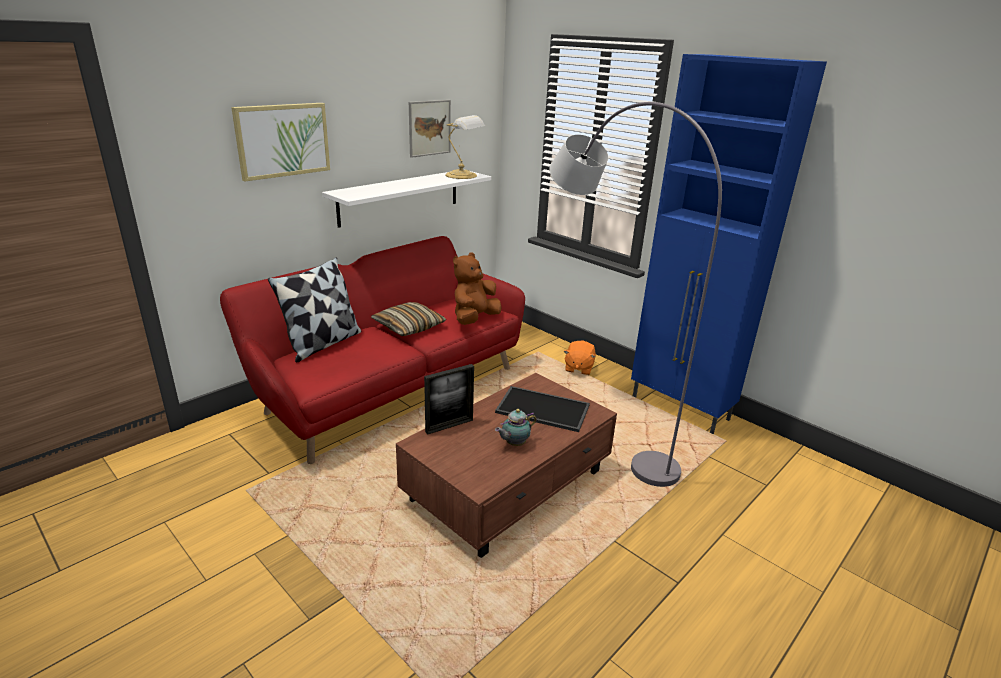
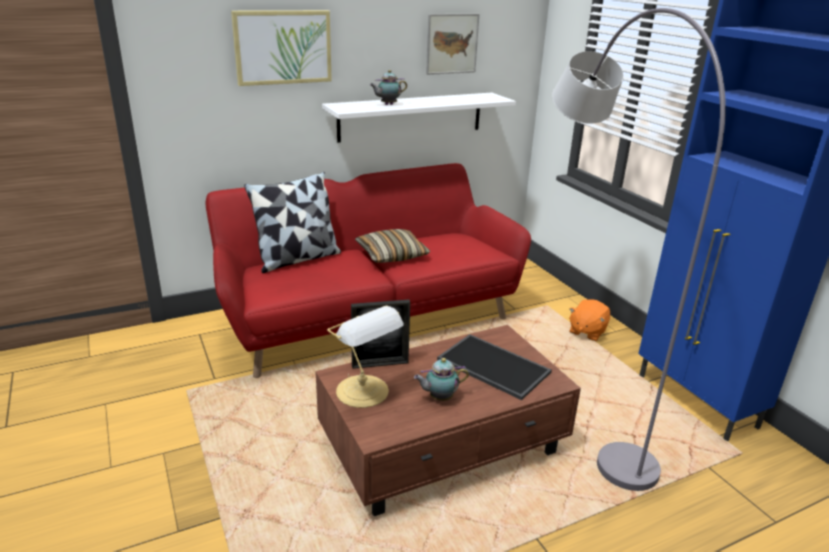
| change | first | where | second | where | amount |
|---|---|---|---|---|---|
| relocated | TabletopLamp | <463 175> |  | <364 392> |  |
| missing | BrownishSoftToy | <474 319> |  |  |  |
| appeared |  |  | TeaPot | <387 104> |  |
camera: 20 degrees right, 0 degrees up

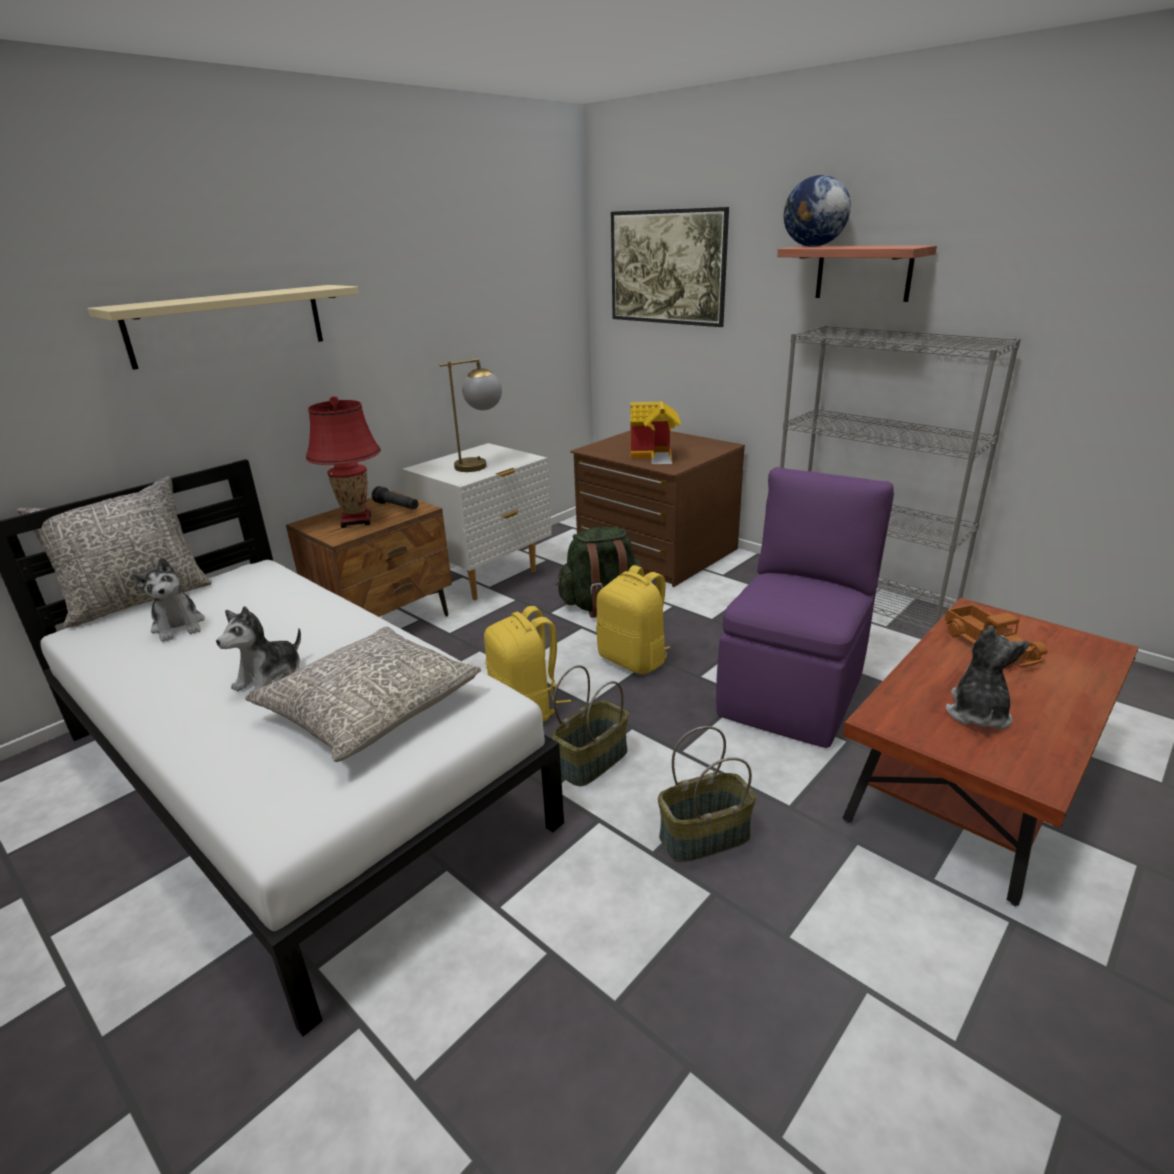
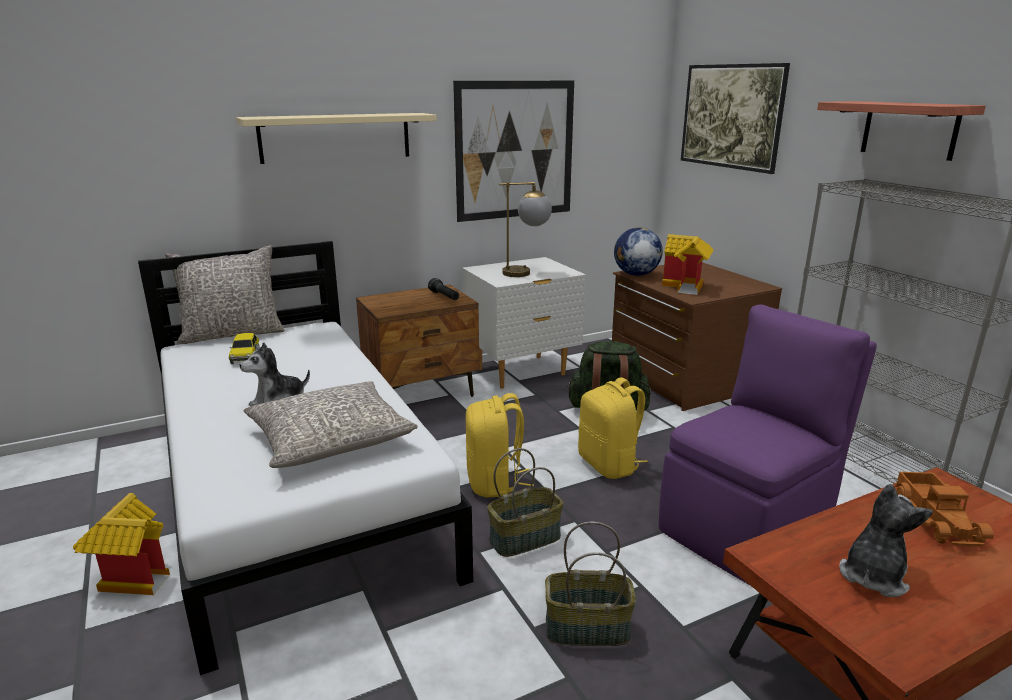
| change | first | where | second | where | amount |
|---|---|---|---|---|---|
| exchanged | SoftToy | <179 626> | ToyCar | <245 356> |  |
| missing | RedColouredTabletopLamp | <356 521> |  |  |  |
| relocated | Globe | <812 246> |  | <636 274> |  |
| appeared |  |  | ToyHouse | <131 576> |  |
| appeared |  |  | Picture | <515 150> |  |
camera: 20 degrees right, 5 degrees down

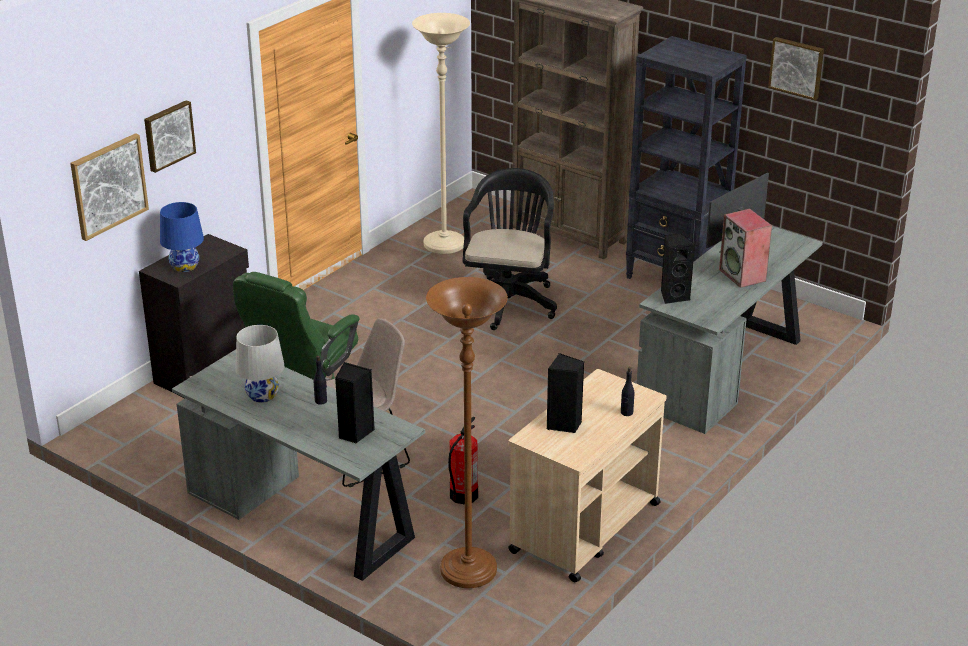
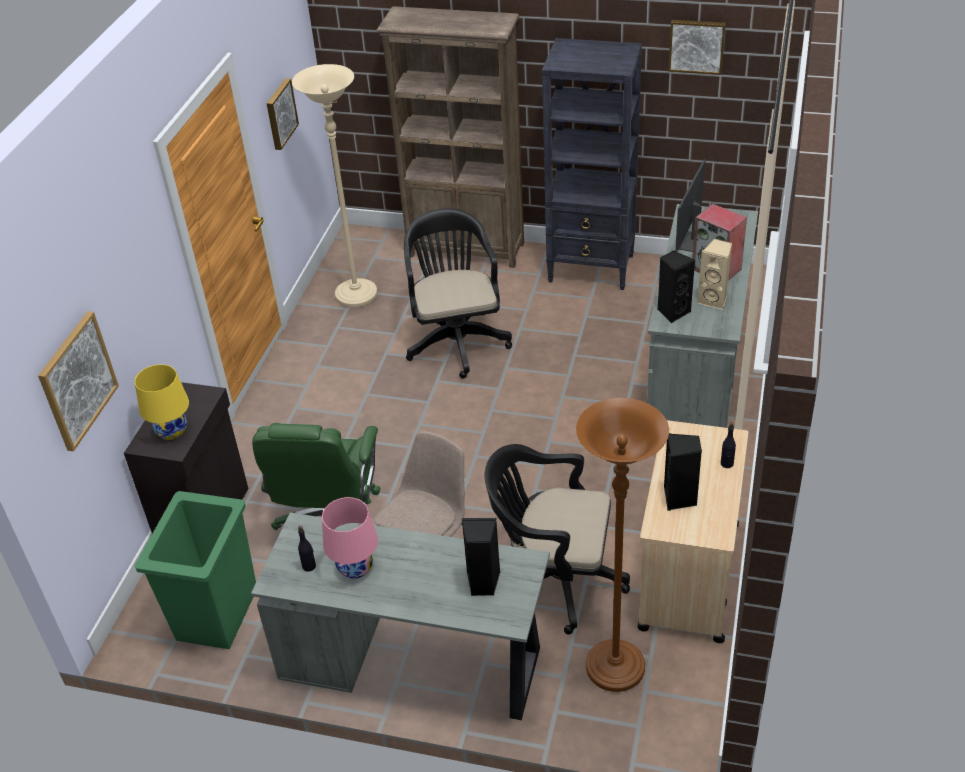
| change | first | where | second | where | amount |
|---|---|---|---|---|---|
| relocated | Picture | <168 135> |  | <280 113> |  |
| colour | BlueColouredTabletopLamp | <185 266> | YellowColouredTabletopLamp | <172 431> |  |
| colour | WhitishTabletopLamp | <262 395> | PinkTabletopLamp | <355 568> |  |
| relocated | BlackishBottle | <321 401> |  | <309 566> |  |
| exchanged | FireExtinguisher | <463 495> | BlackishComputerChair | <554 580> |  |
| appeared |  |  | GreenTrashCan | <216 615> |  |
| appeared |  |  | BeigeAudioSpeaker | <714 300> |  |
camera: 20 degrees left, 10 degrees up

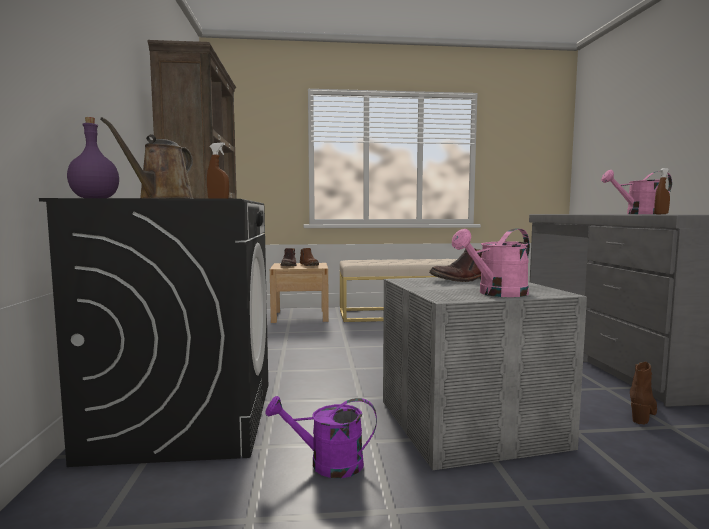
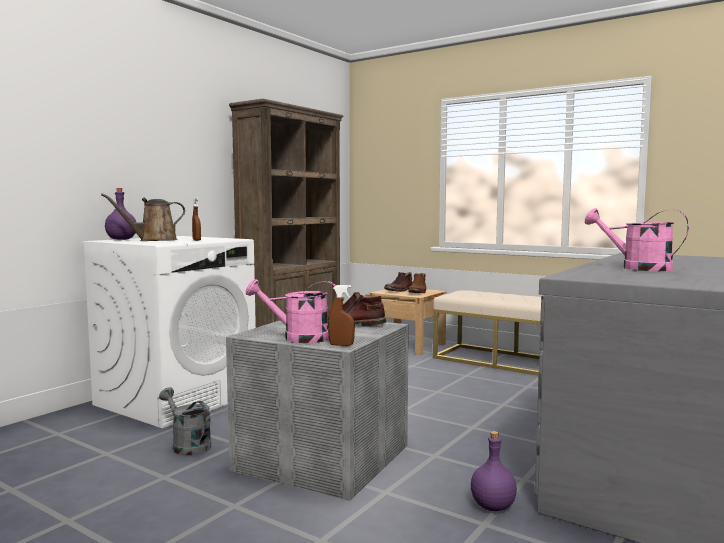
| change | first | where | second | where | amount |
|---|---|---|---|---|---|
| colour | BlackishLaundryMachine | <186 419> | WhitishLaundryMachine | <177 399> |  |
| colour | PurplishWateringCan | <327 464> | GrayWateringCan | <187 445> |  |
| exchanged | BrownishHighTopBoot | <642 413> | PurplishBottle | <492 506> |  |
| relocated | BrownishSprayBottle | <661 214> |  | <341 345> |  |
camera: 40 degrees right, 0 degrees up

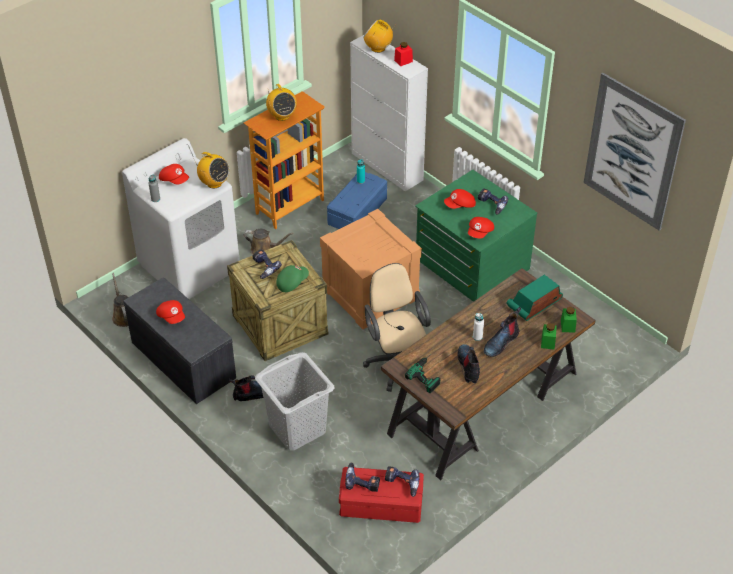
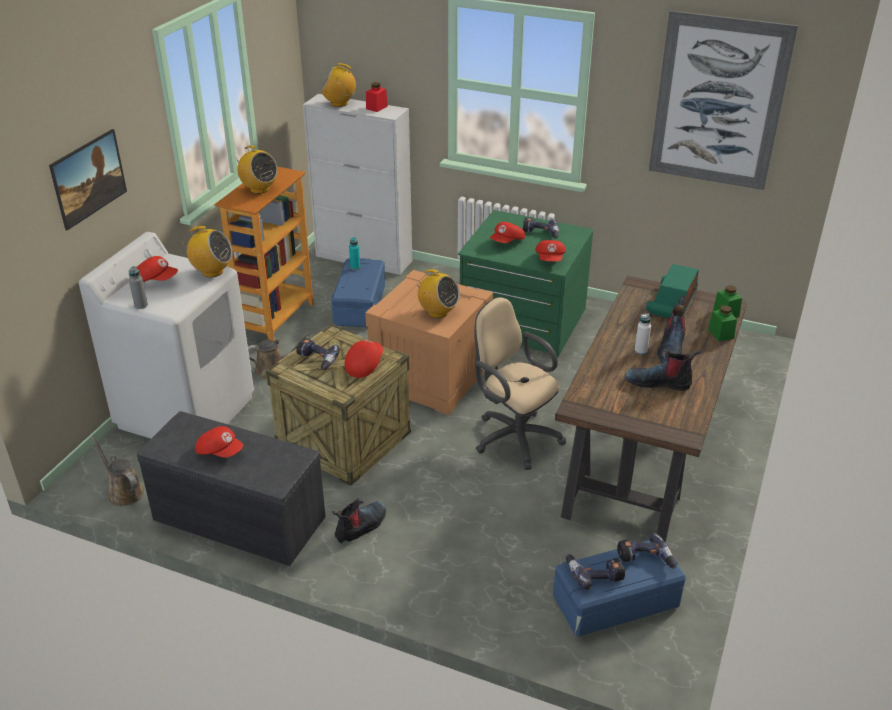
| change | first | where | second | where | amount |
|---|---|---|---|---|---|
| missing | GrayWashingBasket | <297 429> |  |  |  |
| colour | GreenPeakedCap | <292 282> | RedColouredPeakedCap | <364 365> |  |
| colour | RedColouredStorageBin | <380 504> | BlueColouredStorageBin | <615 602> |  |
| missing | ElectricDrill | <428 374> |  |  |  |
| spun | HighTopBoot | <469 367> |  | <659 382> | 45 degrees counterclockwise |
| appeared |  |  | Picture | <92 194> |  |
| appeared |  |  | Radio | <438 312> |  |
camera: 25 degrees left, 10 degrees down

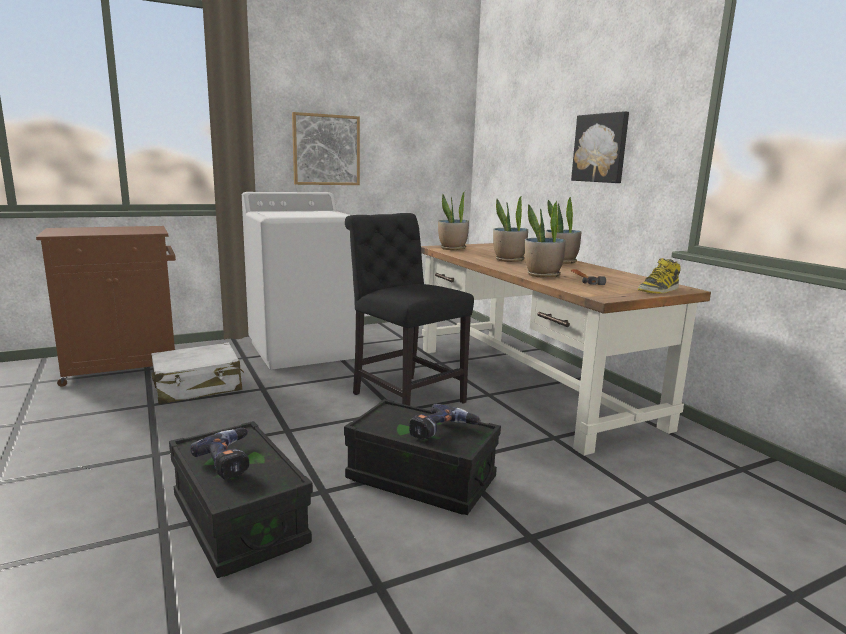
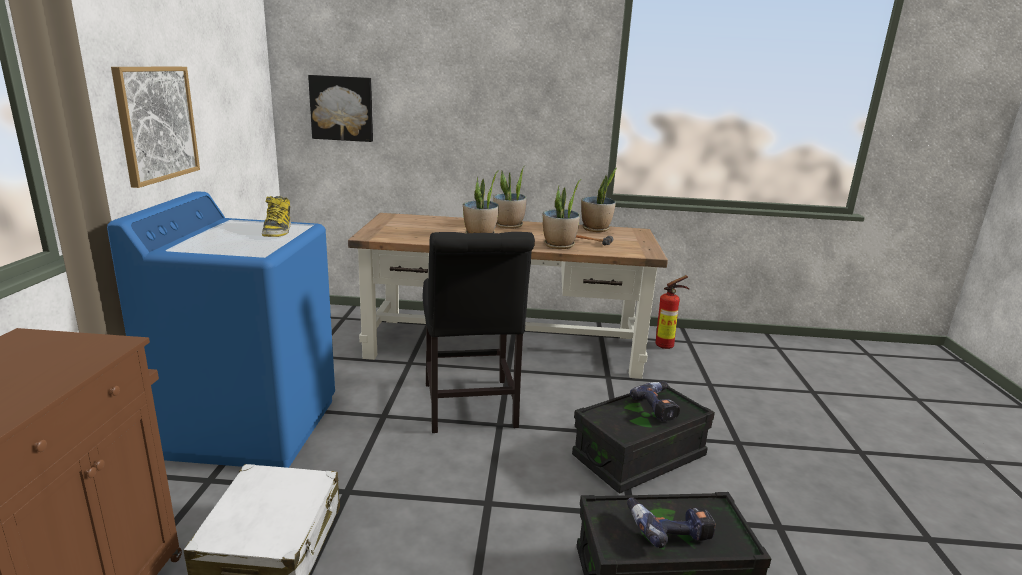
| change | first | where | second | where | amount |
|---|---|---|---|---|---|
| colour | WhitishLaundryMachine | <304 350> | BlueColouredLaundryMachine | <251 426> |  |
| spun | BlackishPlainChair | <404 396> |  | <470 409> | 90 degrees counterclockwise |
| relocated | Houseplant | <452 249> |  | <596 229> |  |
| relocated | Picture | <601 148> |  | <342 108> |  |
| relocated | HighTopBoot | <658 290> |  | <277 231> |  |
| appeared |  |  | FireExtinguisher | <667 346> |  |
camera: 60 degrees left, 5 degrees up

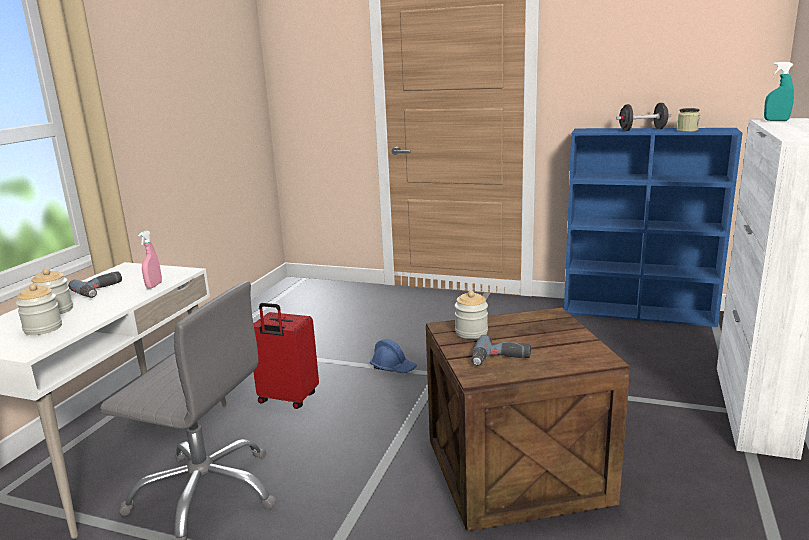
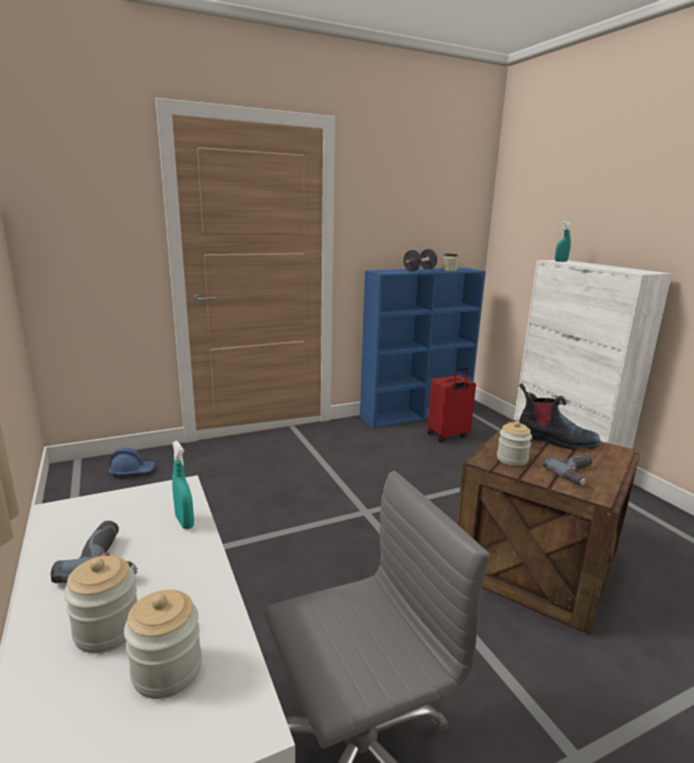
| change | first | where | second | where | amount |
|---|---|---|---|---|---|
| colour | PinkSprayBottle | <154 286> | BlueGreenSprayBottle | <184 522> |  |
| relocated | RedColouredTravelCase | <287 399> |  | <448 436> |  |
| relocated | BlueColouredWorkHelmet | <393 368> |  | <132 471> |  |
| appeared |  |  | HighTopBoot | <555 440> |  |
camera: 45 degrees left, 0 degrees up

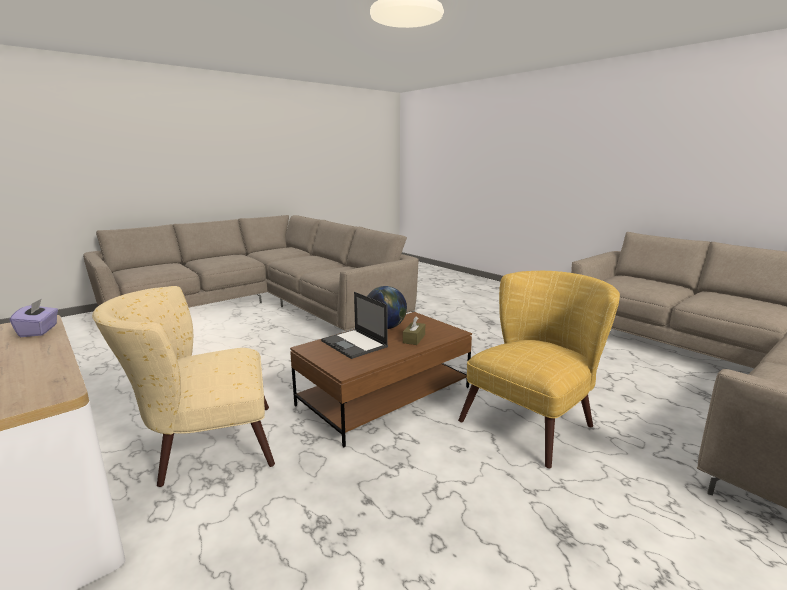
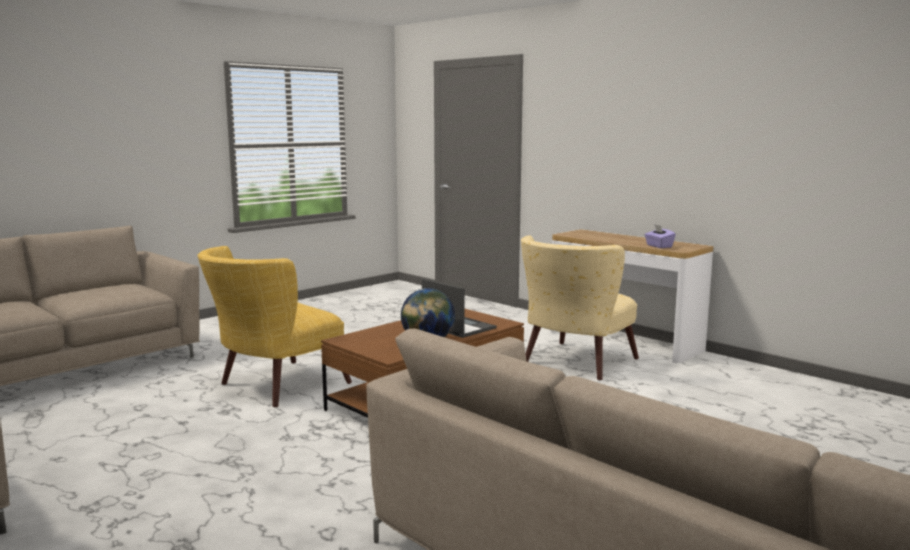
| change | first | where | second | where | amount |
|---|---|---|---|---|---|
| spun | BeigeArmchair | <203 445> |  | <573 364> | 150 degrees clockwise |
| missing | BrownishBoxOfTissues | <414 339> |  |  |  |
camera: 175 degrees right, 5 degrees down

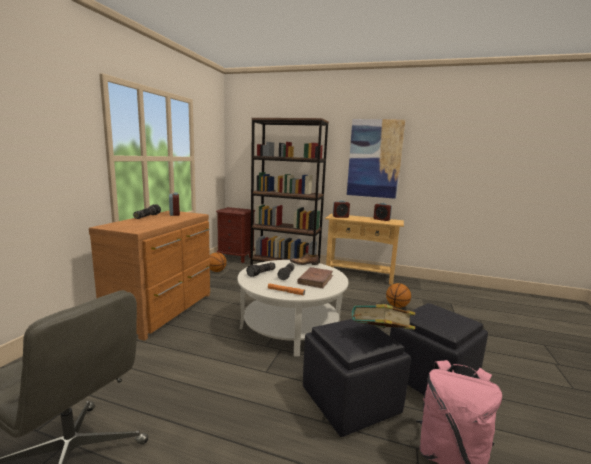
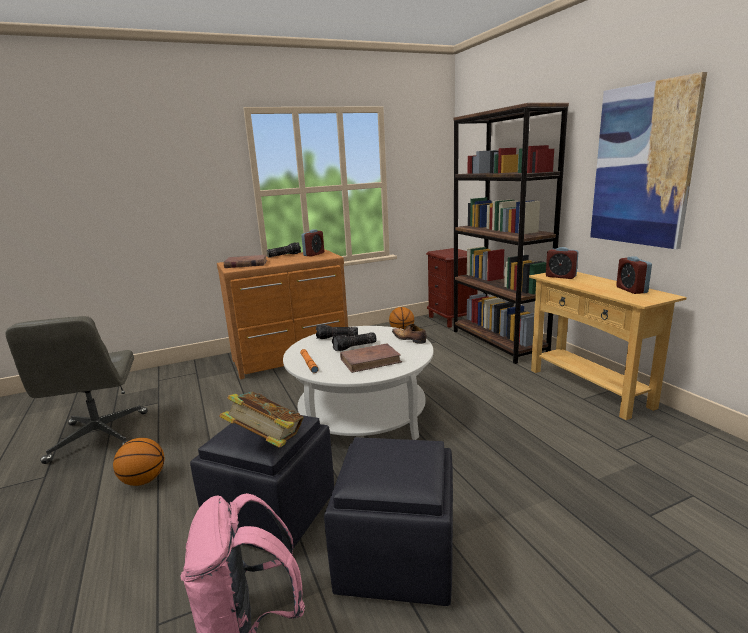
| change | first | where | second | where | amount |
|---|---|---|---|---|---|
| relocated | Basketball | <397 306> |  | <144 480> |  |
| appeared |  |  | BrownishBoundBook | <246 264> |  |
camera: 50 degrees right, 5 degrees up

